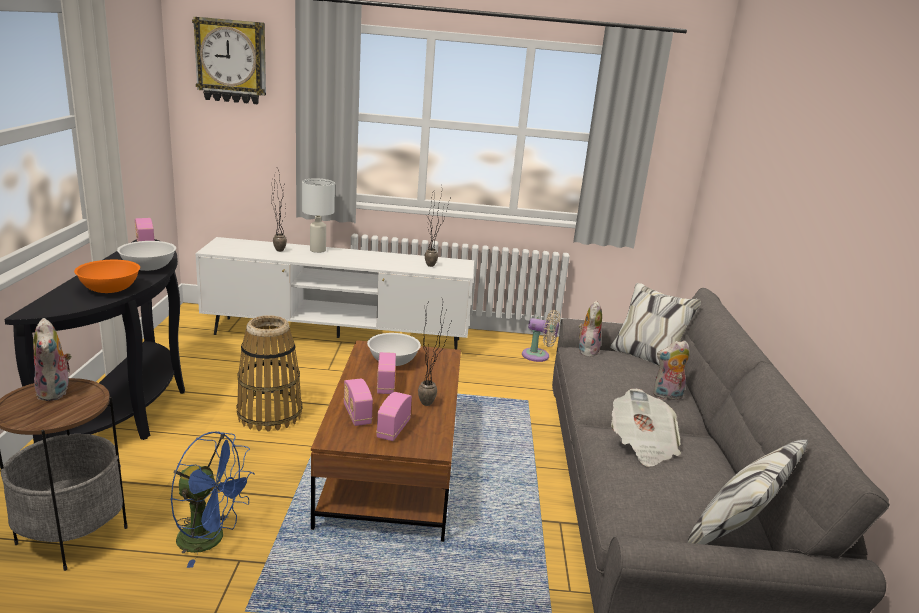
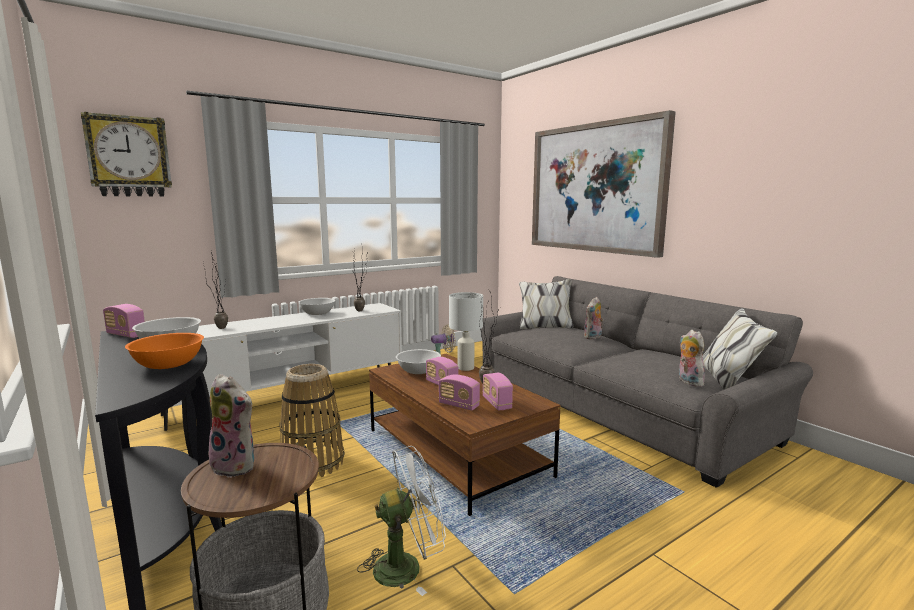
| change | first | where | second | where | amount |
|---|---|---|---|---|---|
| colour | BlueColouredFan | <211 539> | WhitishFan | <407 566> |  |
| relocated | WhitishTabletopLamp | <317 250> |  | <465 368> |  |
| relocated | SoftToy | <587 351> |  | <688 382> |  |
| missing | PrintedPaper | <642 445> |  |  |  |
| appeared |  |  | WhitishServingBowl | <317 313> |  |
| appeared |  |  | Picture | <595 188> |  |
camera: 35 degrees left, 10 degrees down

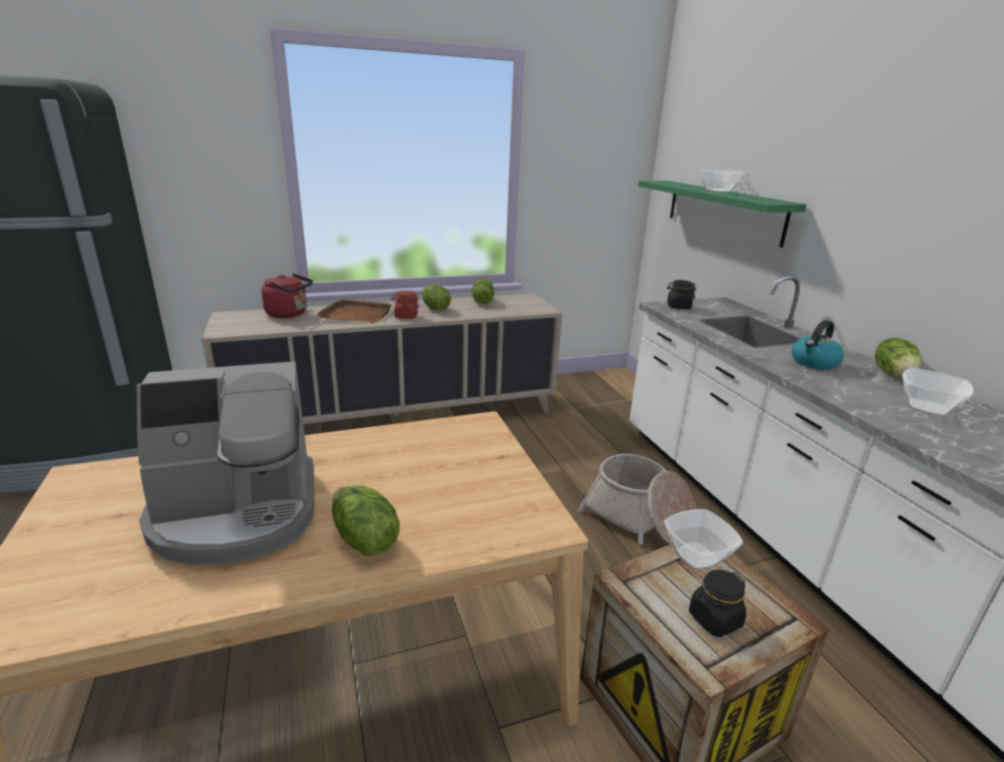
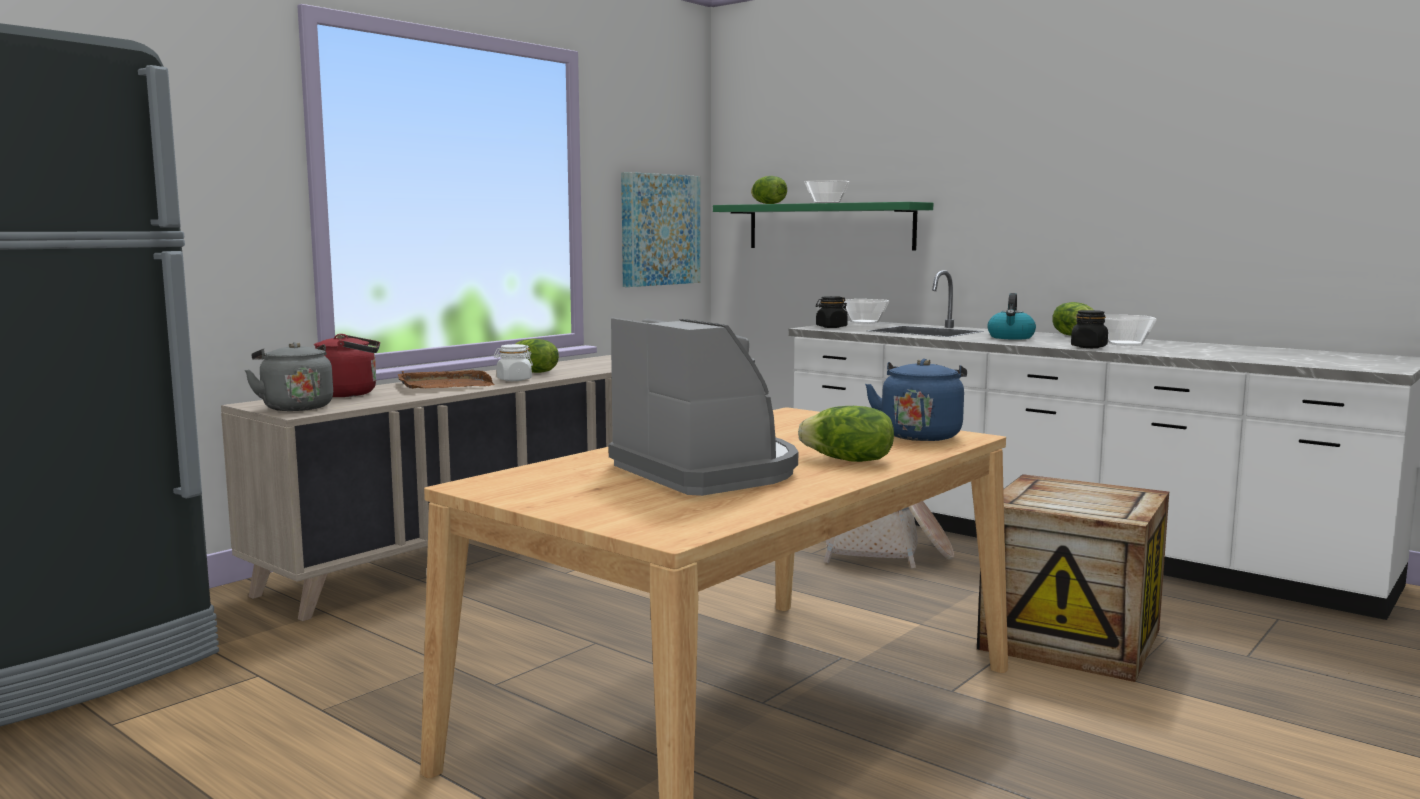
| change | first | where | second | where | amount |
|---|---|---|---|---|---|
| spun | CoffeeMachine | <237 514> |  | <708 470> | 75 degrees counterclockwise |
| colour | RedColouredPreserveJar | <406 316> | WhitishPreserveJar | <514 380> |  |
| relocated | LettuceHead | <482 301> |  | <767 204> |  |
| relocated | ServingBowl | <695 556> |  | <864 322> |  |
| relocated | BlackishPreserveJar | <714 619> |  | <1089 347> |  |
| appeared |  |  | GrayWaterKettle | <295 407> |  |
| appeared |  |  | Picture | <659 230> |  |
| appeared |  |  | BlueColouredWaterKettle | <920 435> |  |
camera: 30 degrees left, 15 degrees down

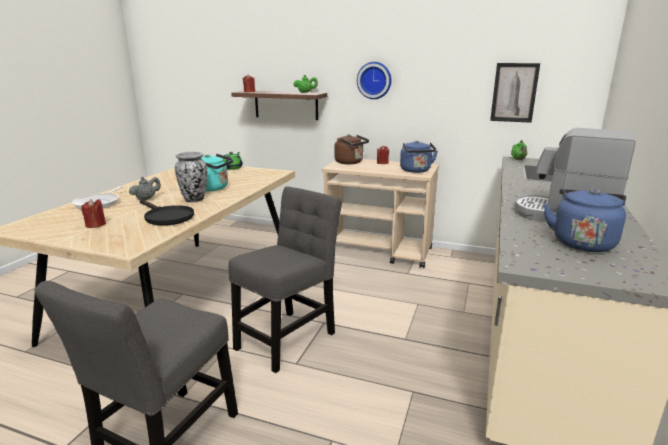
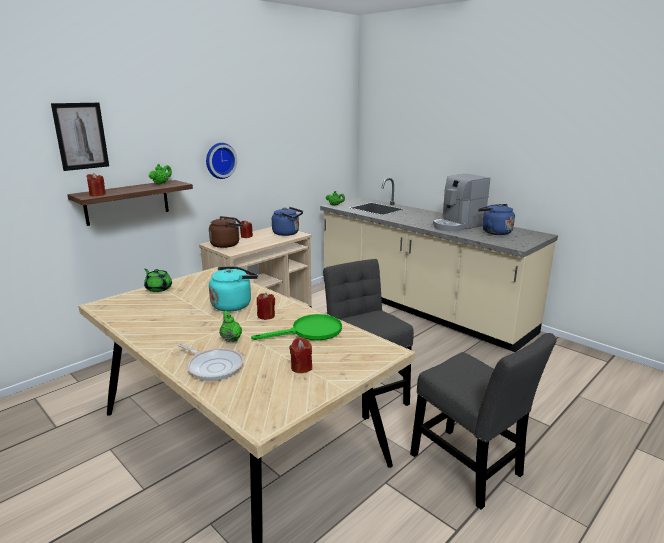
| change | first | where | second | where | amount |
|---|---|---|---|---|---|
| colour | GrayTeaPot | <146 199> | GreenTeaPot | <231 339> |  |
| colour | BlackishFryingPan | <166 217> | GreenFryingPan | <310 332> |  |
| exchanged | Vase | <194 200> | RedColouredWaxLight | <266 316> |  |
| relocated | Picture | <514 92> |  | <81 136> |  |
camera: 65 degrees left, 0 degrees up

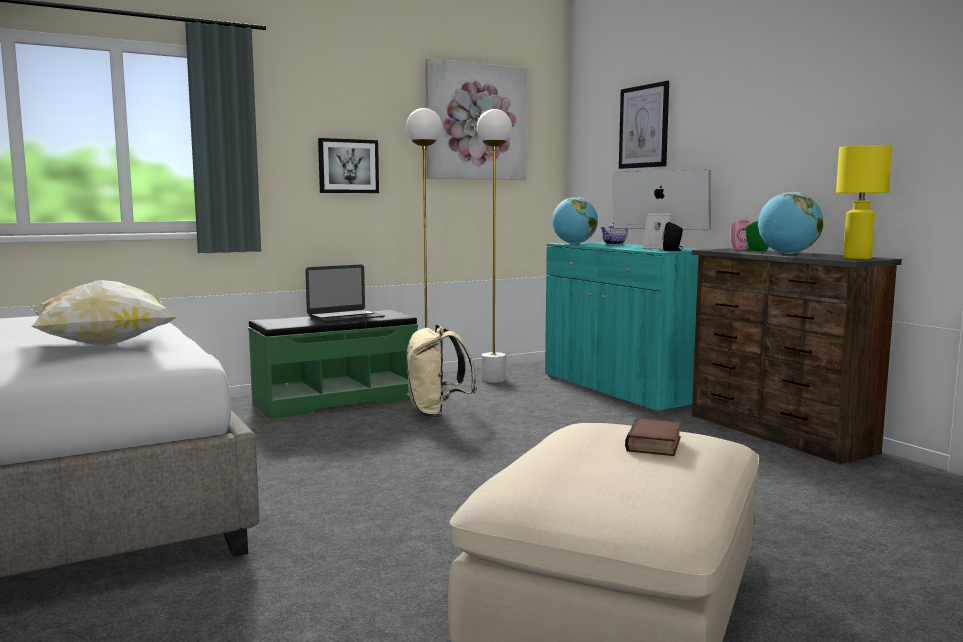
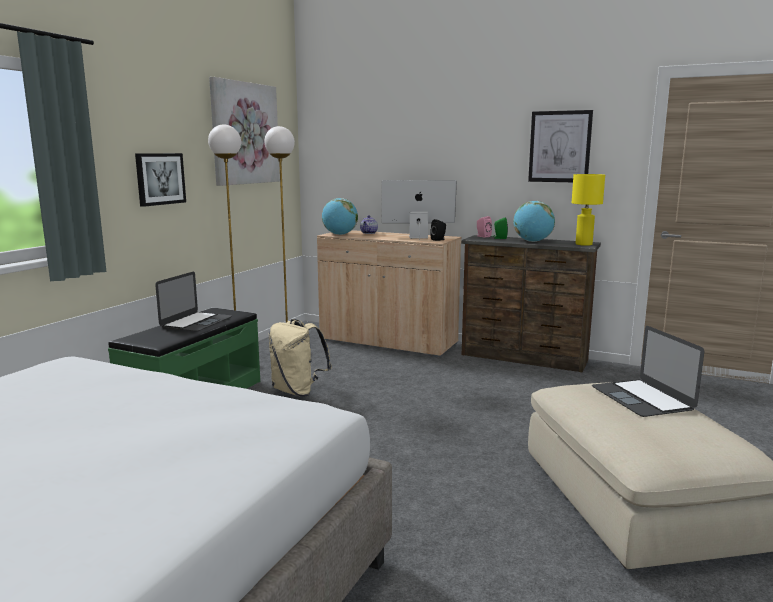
| change | first | where | second | where | amount |
|---|---|---|---|---|---|
| missing | ThrowPillow | <105 345> |  |  |  |
| colour | BlueGreenStorageCabinet | <622 389> | BeigeStorageCabinet | <388 341> |  |
| relocated | Picture | <644 126> |  | <559 146> |  |
| exchanged | BoundBook | <656 444> | NotebookComputer | <642 398> |  |
camera: 35 degrees left, 5 degrees up

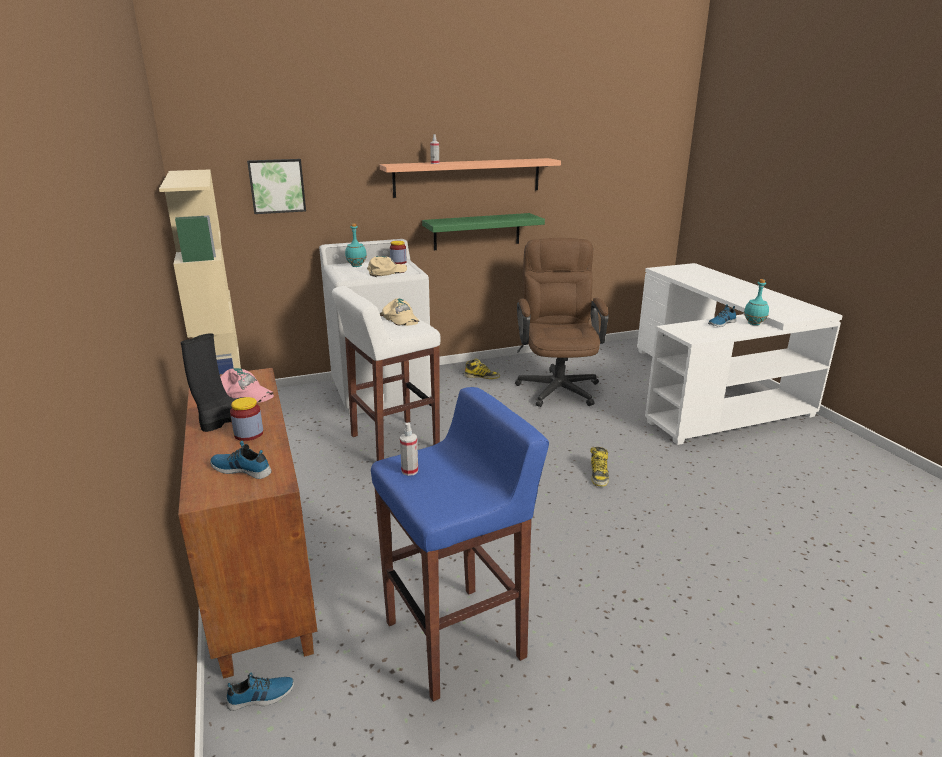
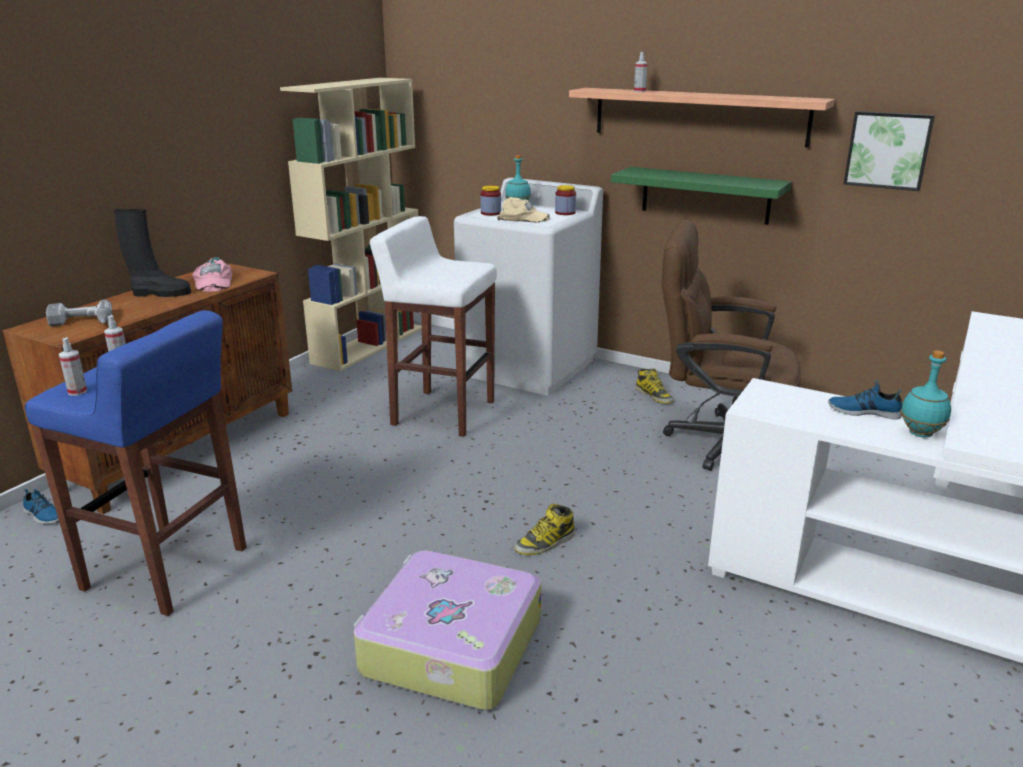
| change | first | where | second | where | amount |
|---|---|---|---|---|---|
| exchanged | LowShoe | <242 469> | ElectricDrill | <81 323> |  |
| relocated | PreserveJar | <248 434> |  | <491 213> |  |
| relocated | Picture | <277 186> |  | <888 150> |  |
| missing | BeigePeakedCap | <400 318> |  |  |  |
| spun | BrownishComputerChair | <557 385> |  | <719 441> | 120 degrees counterclockwise |
| appeared |  |  | SprayBottle | <77 392> |  |
| appeared |  |  | TravelCase | <449 646> |  |
camera: 50 degrees right, 0 degrees up

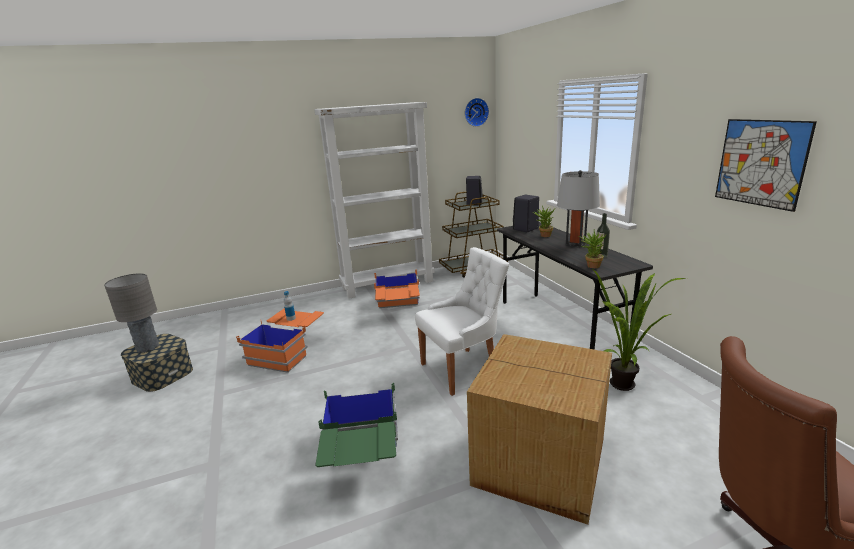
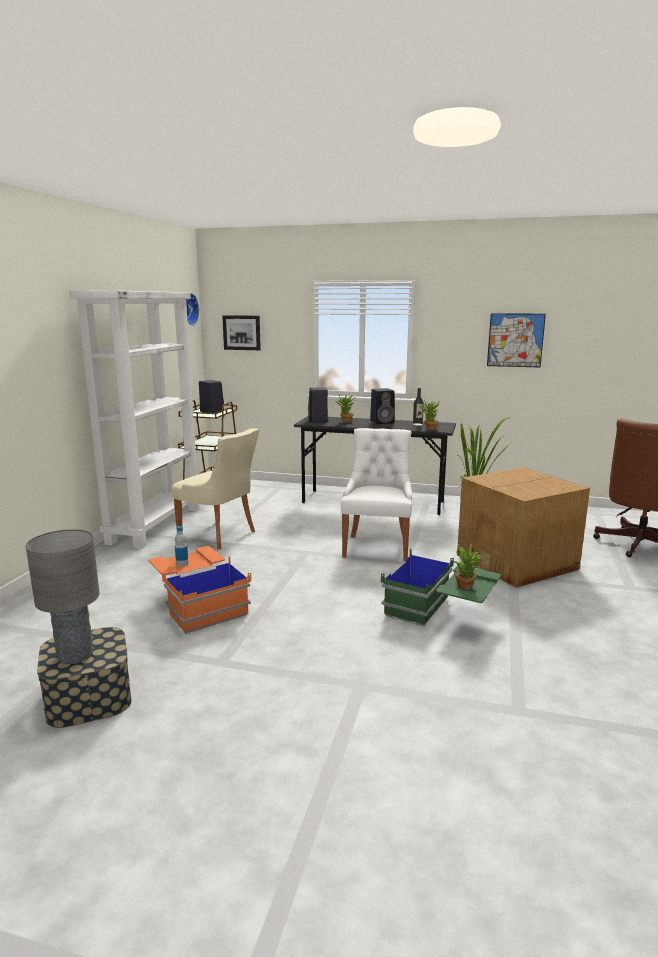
| change | first | where | second | where | amount |
|---|---|---|---|---|---|
| exchanged | OrangeStorageBin | <398 307> | BeigePlainChair | <220 535> |  |
| exchanged | GrayTabletopLamp | <575 244> | BlackishAudioSpeaker | <382 422> |  |
| appeared |  |  | Picture | <242 332> |  |
| appeared |  |  | Houseplant | <467 587> |  |
camera: 55 degrees left, 5 degrees down

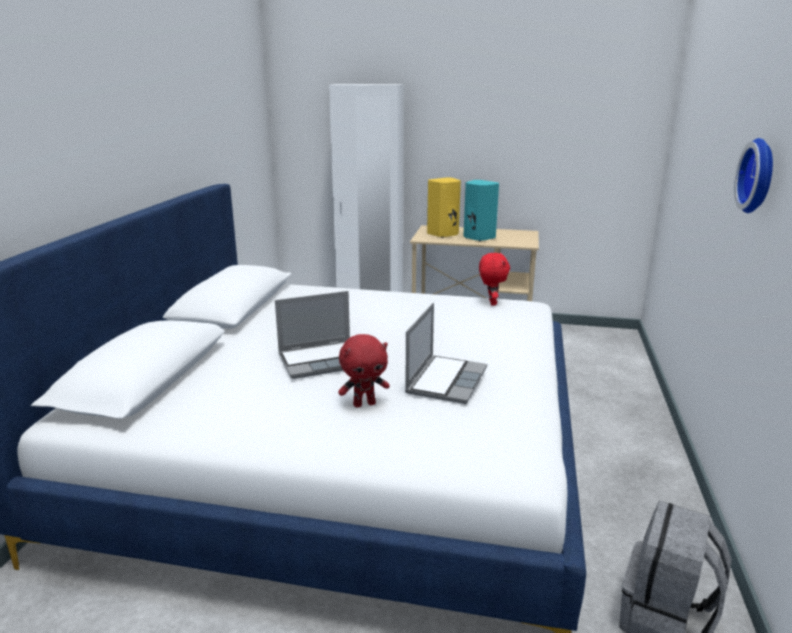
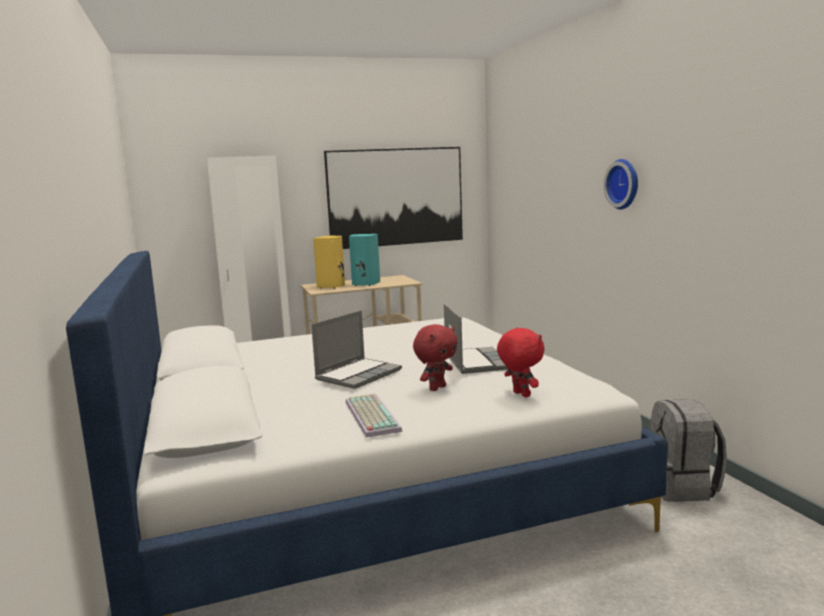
| change | first | where | second | where | amount |
|---|---|---|---|---|---|
| relocated | RedColouredSoftToy | <491 303> |  | <520 394> |  |
| appeared |  |  | Picture | <396 197> |  |
| appeared |  |  | Keyboard | <369 416> |  |
camera: 30 degrees left, 10 degrees down

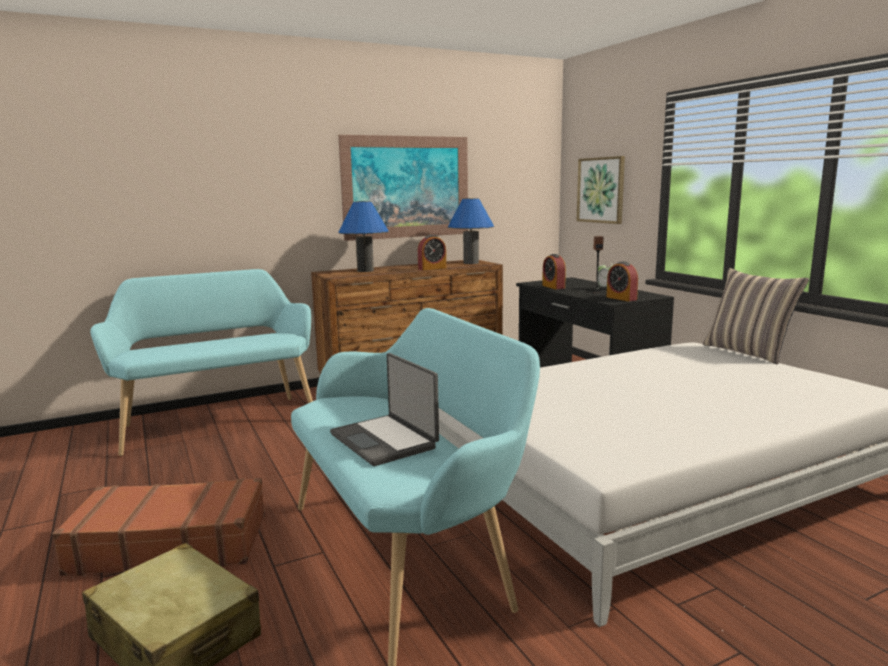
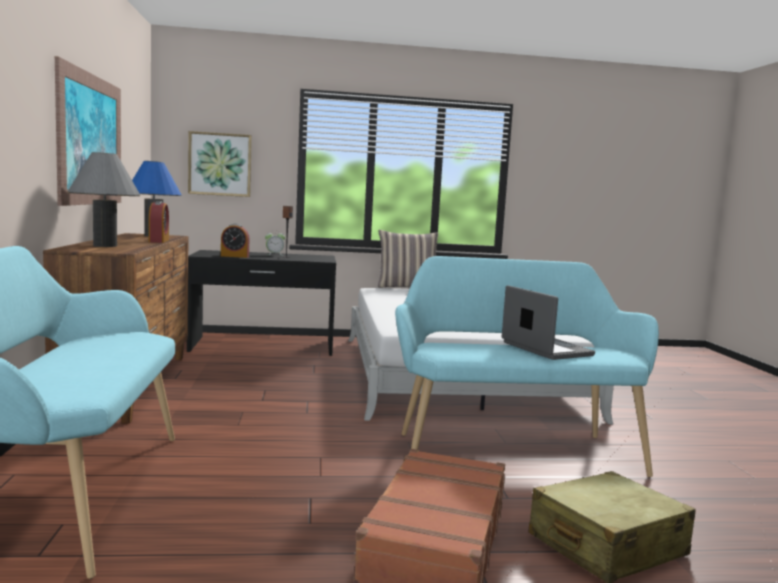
| change | first | where | second | where | amount |
|---|---|---|---|---|---|
| spun | NotebookComputer | <385 440> |  | <545 349> | 105 degrees counterclockwise |
| colour | BlueColouredTabletopLamp | <365 270> | GrayTabletopLamp | <105 245> |  |
| missing | AlarmClock | <621 298> |  |  |  |
camera: 70 degrees left, 5 degrees down

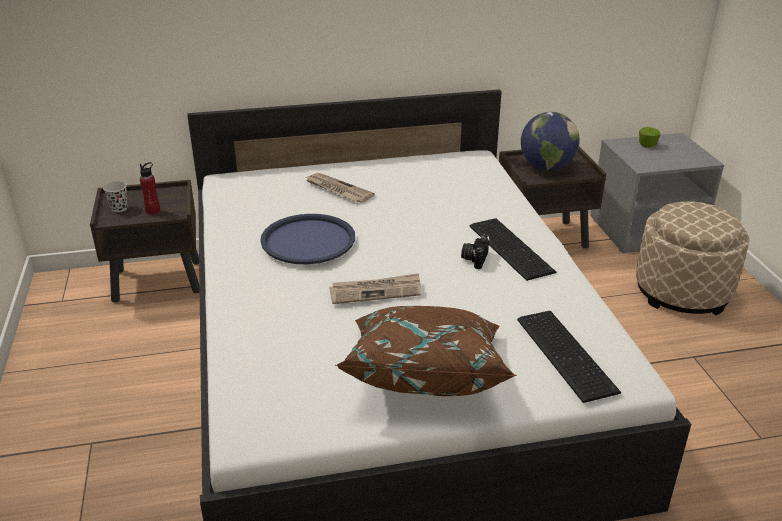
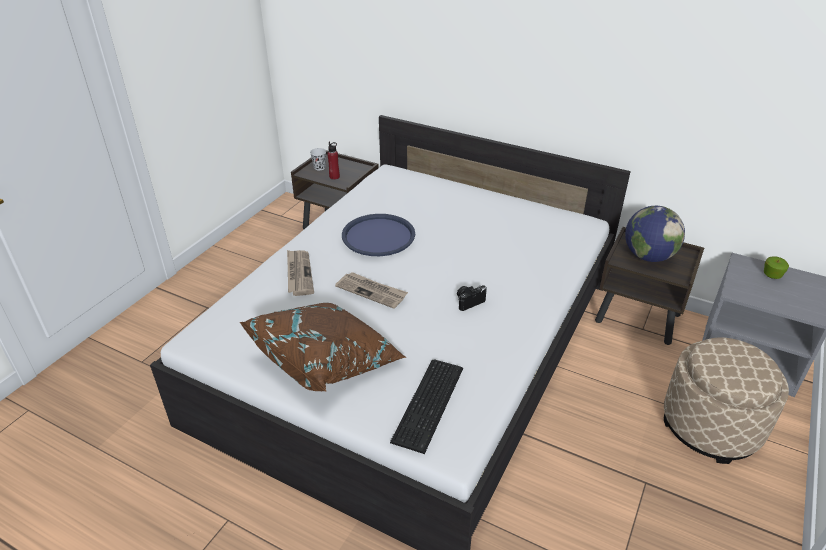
| change | first | where | second | where | amount |
|---|---|---|---|---|---|
| relocated | PrintedPaper | <337 190> |  | <299 274> |  |
| missing | Keyboard | <511 247> |  |  |  |
camera: 40 degrees right, 5 degrees up

